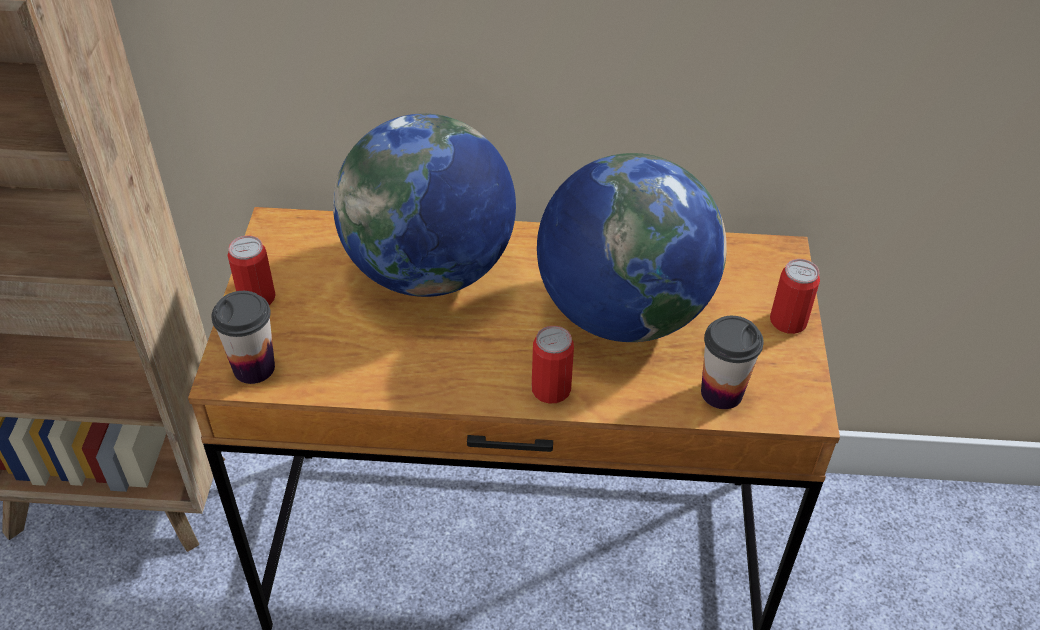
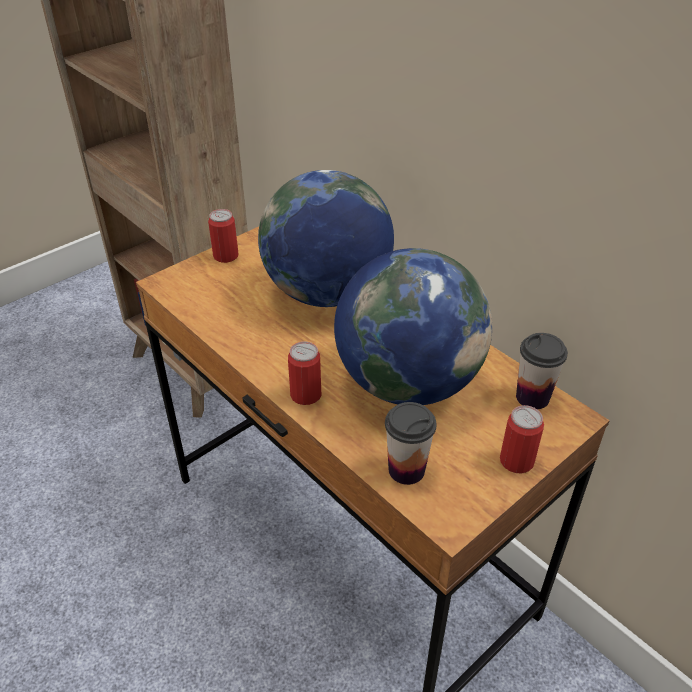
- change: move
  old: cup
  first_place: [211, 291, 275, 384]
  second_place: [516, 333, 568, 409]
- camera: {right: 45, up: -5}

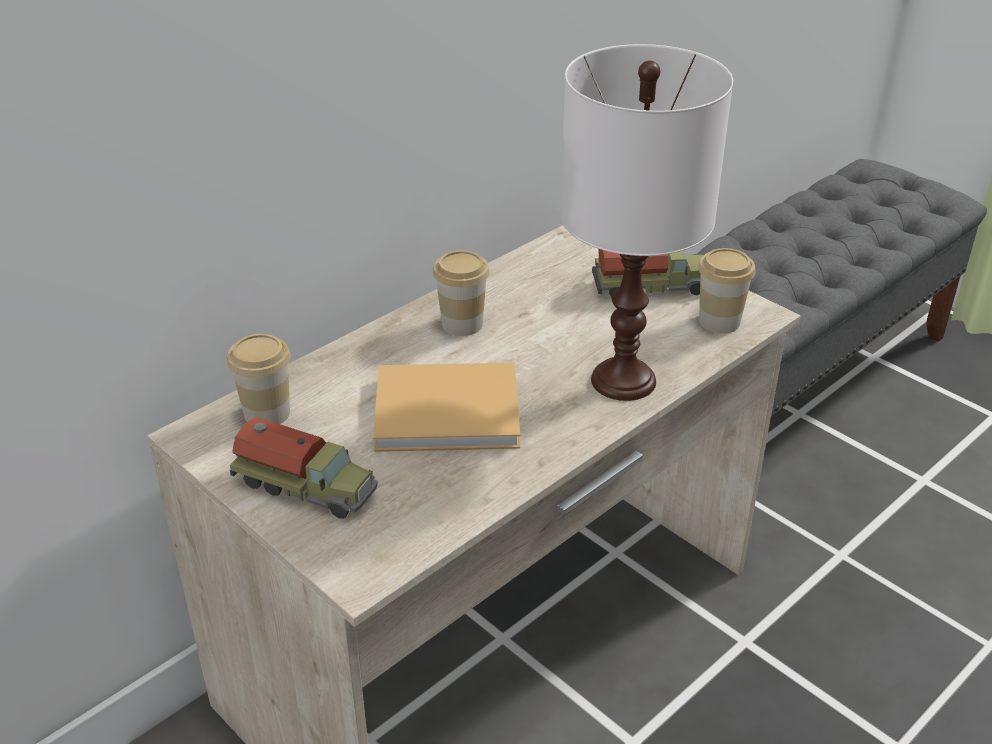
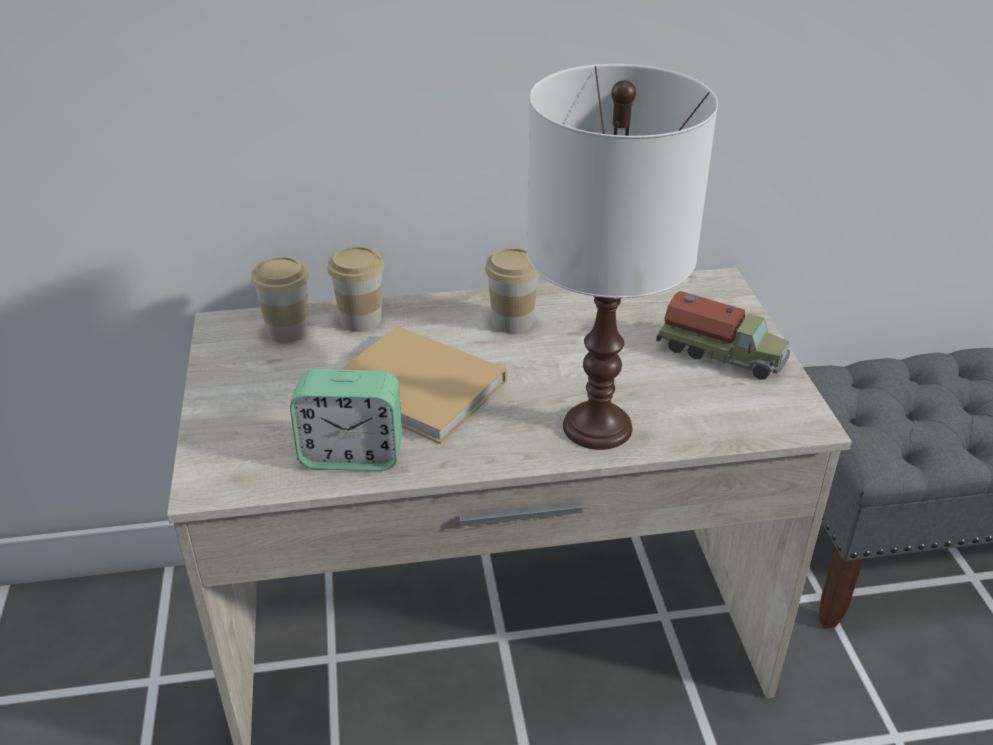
- change: delete
  old: toy truck
  first_place: [230, 417, 378, 518]
- change: move
  old: cup
  first_place: [698, 248, 755, 334]
  second_place: [328, 246, 384, 332]
- change: insert
  new: alarm clock
  second_place: [290, 369, 402, 471]
- camera: {right: 35, up: 0}

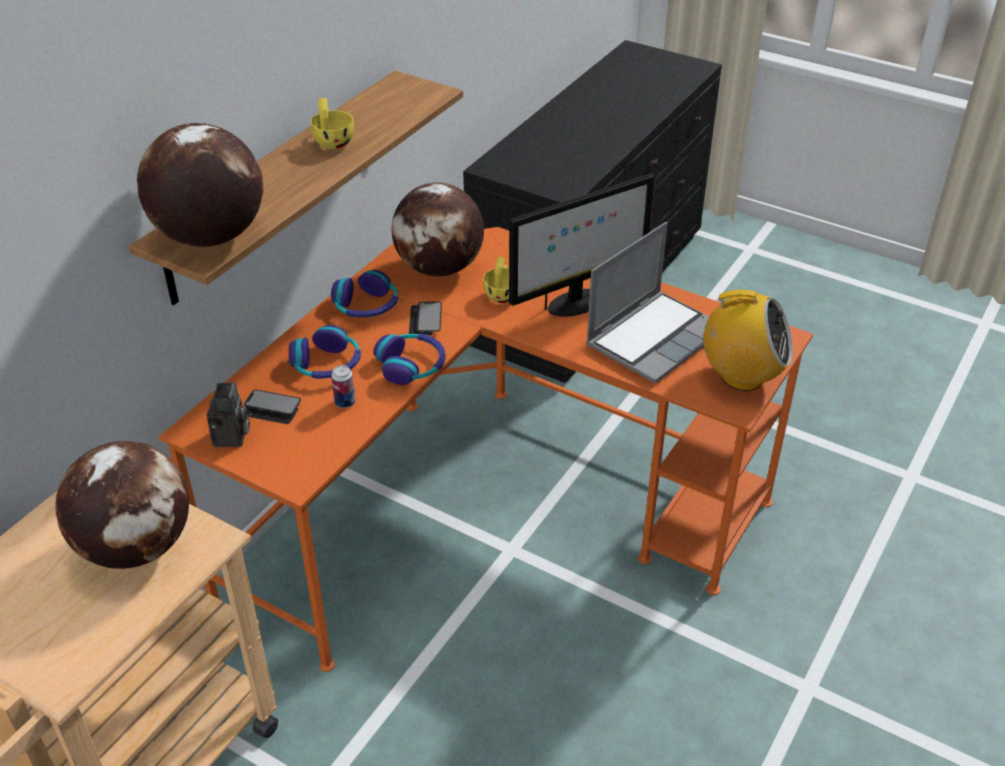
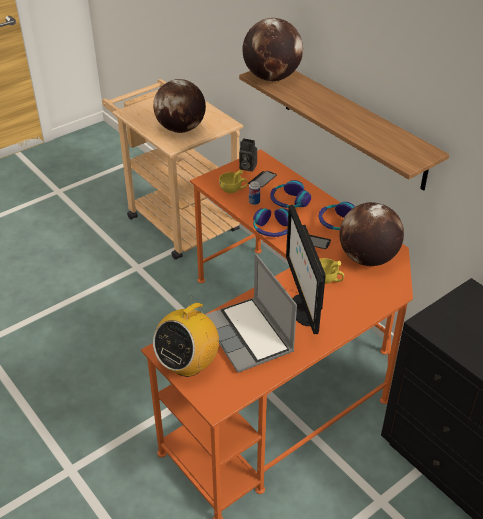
- change: move
  old: yellow cup
  first_place: [311, 98, 354, 149]
  second_place: [219, 170, 248, 193]
- camera: {right: 110, up: 0}

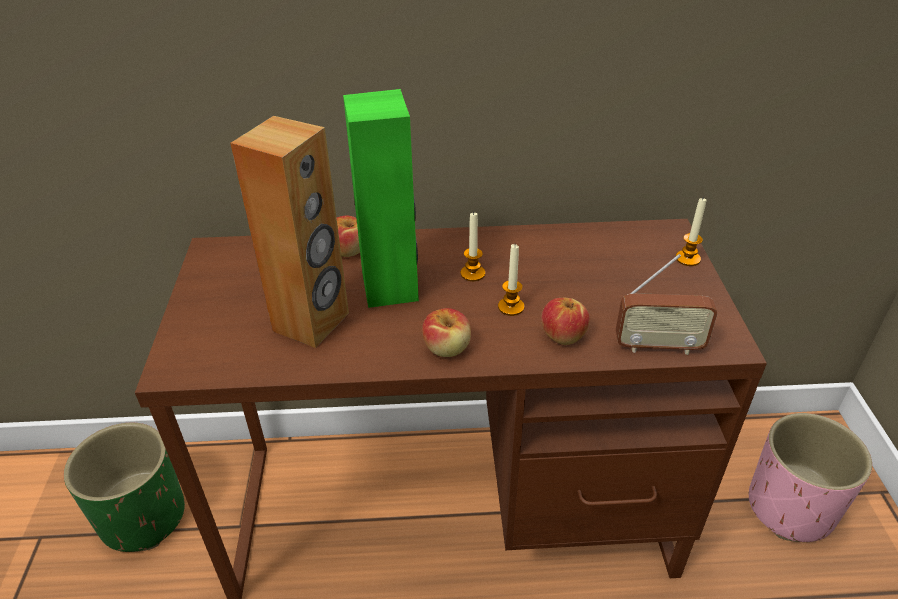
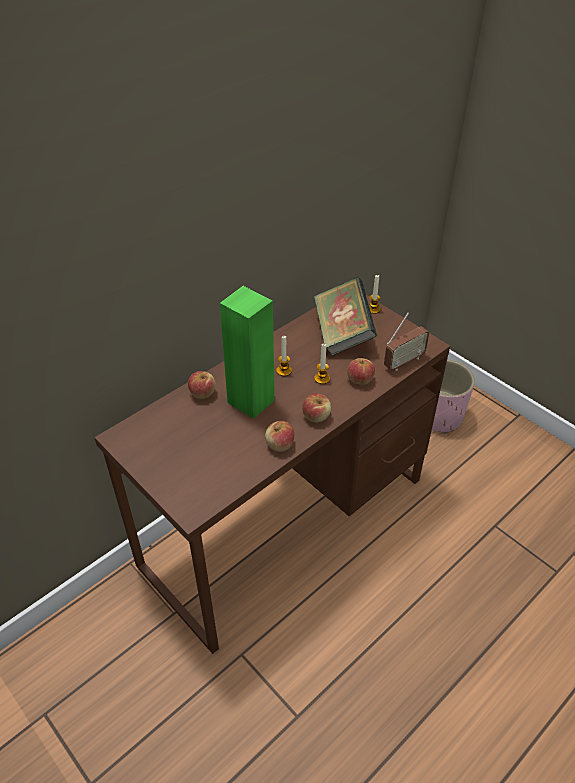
- change: delete
  old: green planter
  first_place: [64, 423, 185, 552]
- change: delete
  old: brown speaker
  first_place: [230, 116, 349, 348]
- change: insert
  new: apple
  second_place: [265, 421, 294, 452]
- change: insert
  new: book
  second_place: [314, 277, 377, 356]
- camera: {right: -40, up: 5}

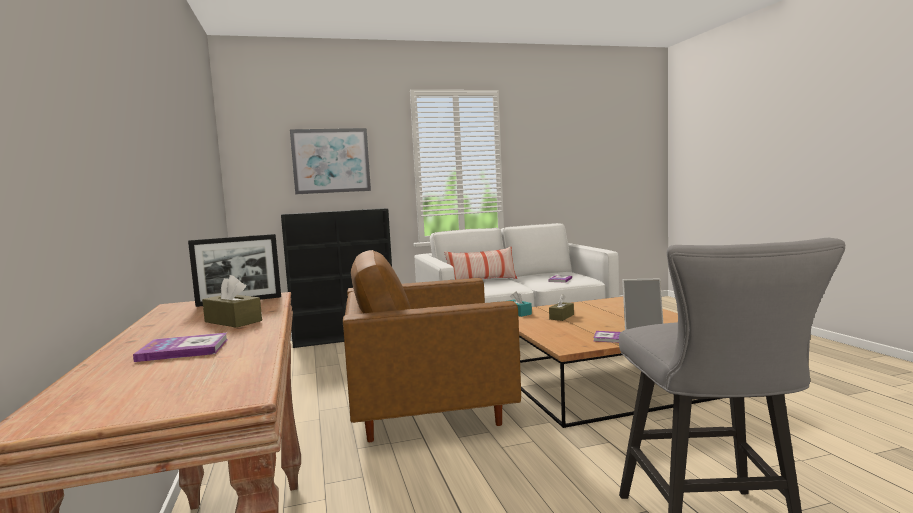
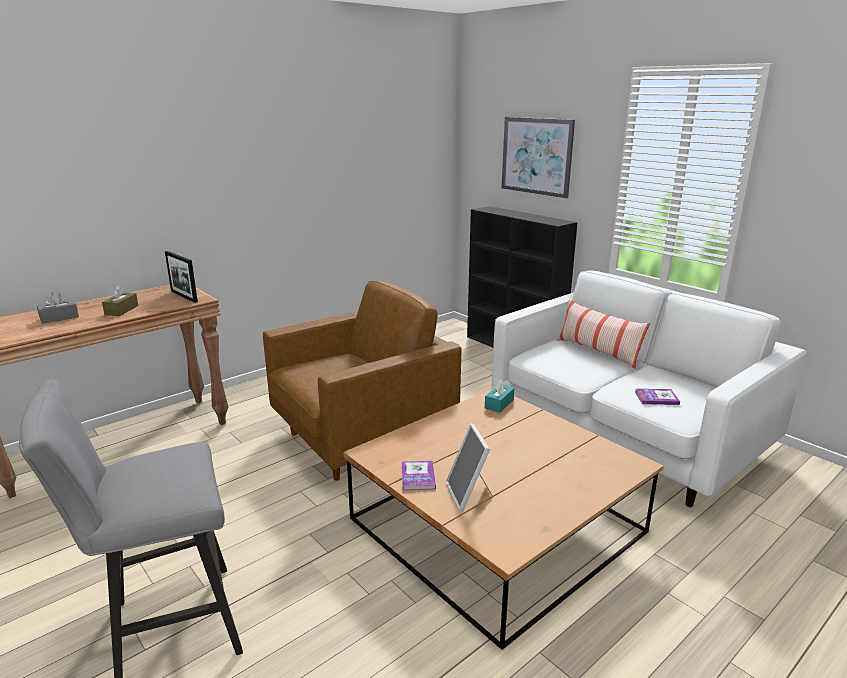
- change: replace
  old: book
  new: grey tissue box
  first_place: [133, 332, 228, 362]
  second_place: [37, 292, 79, 324]
- change: rotate
  old: brown armchair
  first_place: [343, 250, 521, 442]
  second_place: [263, 281, 462, 481]
  degrees: 90
- change: delete
  old: brown tissue box
  first_place: [549, 294, 574, 321]
- camera: {right: 65, up: 15}

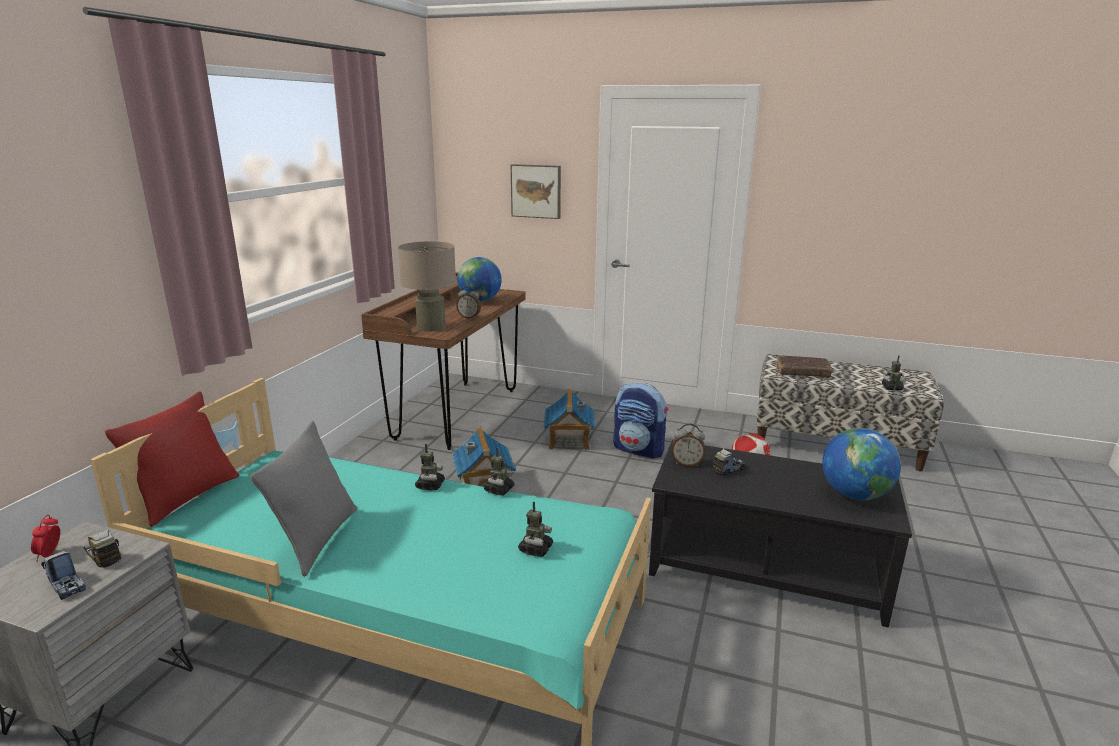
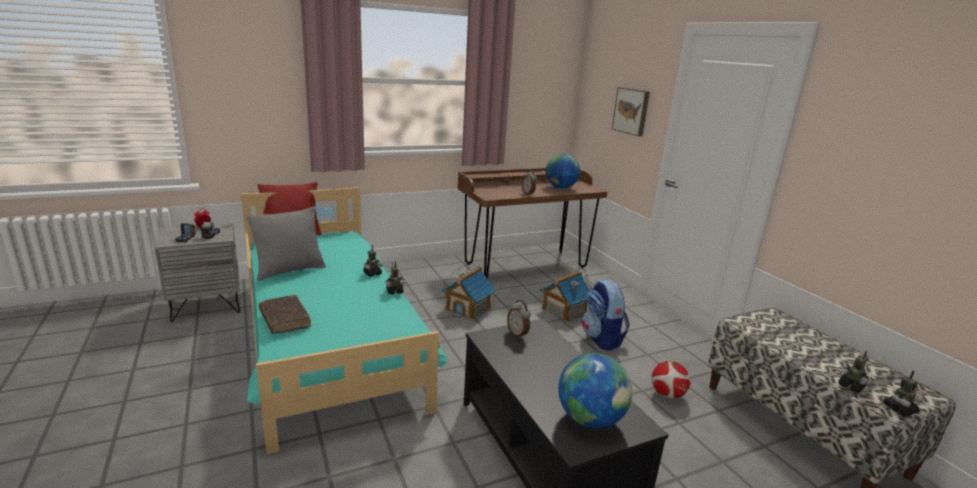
- change: delete
  old: beige table lamp
  first_place: [398, 241, 456, 332]
- change: move
  old: toy robot
  first_place: [518, 502, 553, 557]
  second_place: [883, 371, 923, 417]
- change: delete
  old: toy truck
  first_place: [712, 448, 746, 476]
- change: move
  old: brown book
  first_place: [777, 355, 832, 377]
  second_place: [259, 295, 311, 334]
- camera: {right: 45, up: 0}

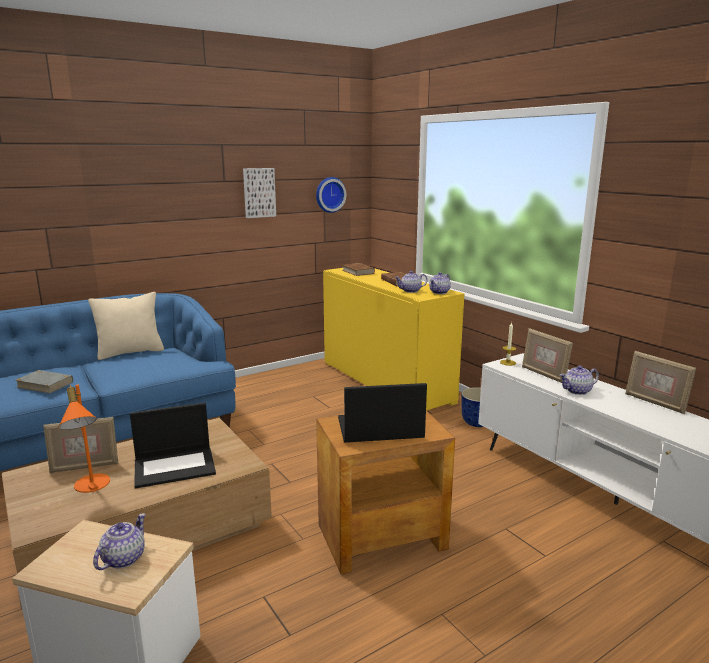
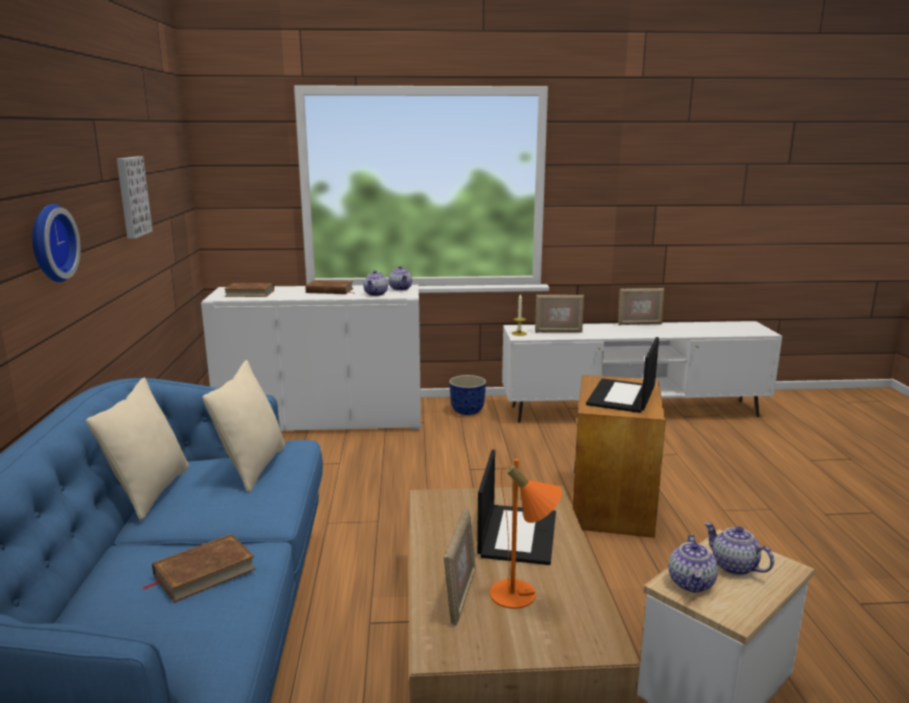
- change: recolor
  old: grey book
  new: brown book
  first_place: [15, 370, 73, 394]
  second_place: [143, 534, 256, 603]
- change: move
  old: wall clock
  first_place: [316, 177, 346, 213]
  second_place: [32, 204, 81, 282]
- change: recolor
  old: yellow cabinet
  new: white cabinet
  first_place: [323, 268, 465, 410]
  second_place: [201, 285, 421, 431]
- change: move
  old: teapot
  first_place: [560, 366, 599, 395]
  second_place: [668, 534, 718, 593]
- change: insert
  new: beige pillow
  second_place: [203, 360, 285, 493]
- camera: {right: -60, up: 0}

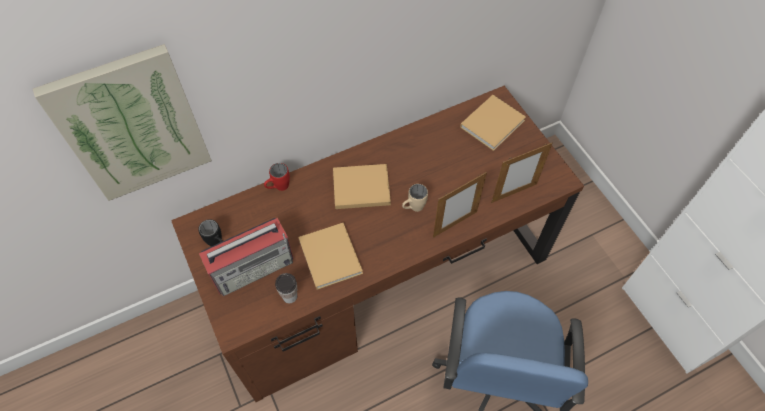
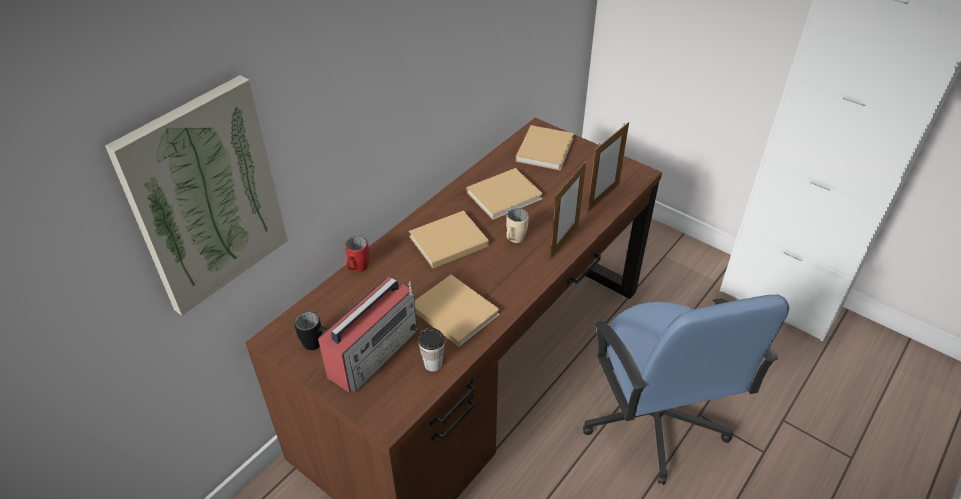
- change: insert
  new: beige book
  second_place: [467, 168, 543, 220]
- camera: {right: -25, up: -15}

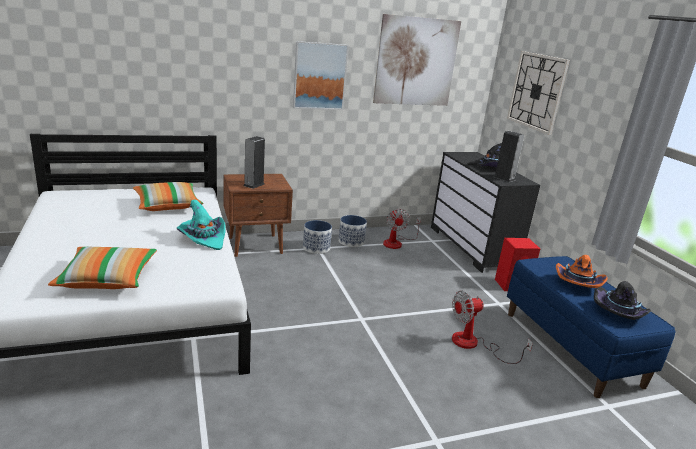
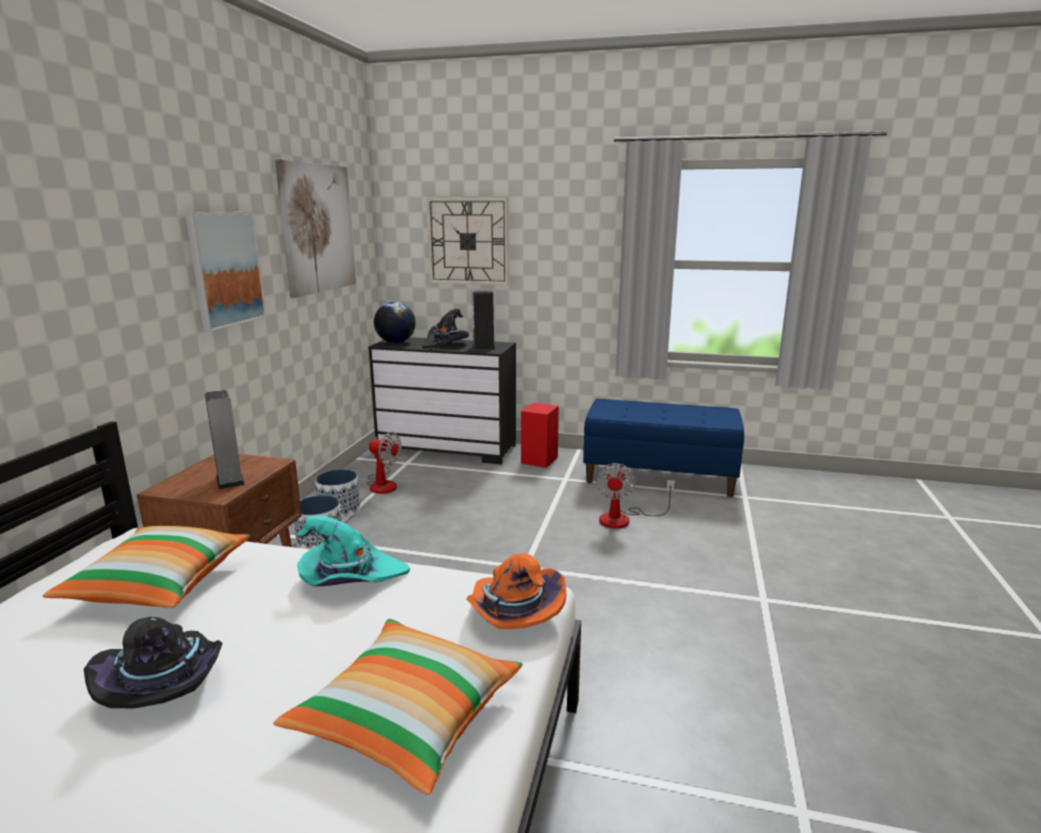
- change: move
  old: orange hat
  first_place: [556, 255, 608, 288]
  second_place: [466, 553, 566, 629]
- change: move
  old: black hat
  first_place: [594, 281, 651, 320]
  second_place: [84, 617, 222, 708]
- change: insert
  new: globe
  second_place: [374, 302, 416, 343]
- camera: {right: -55, up: -5}

